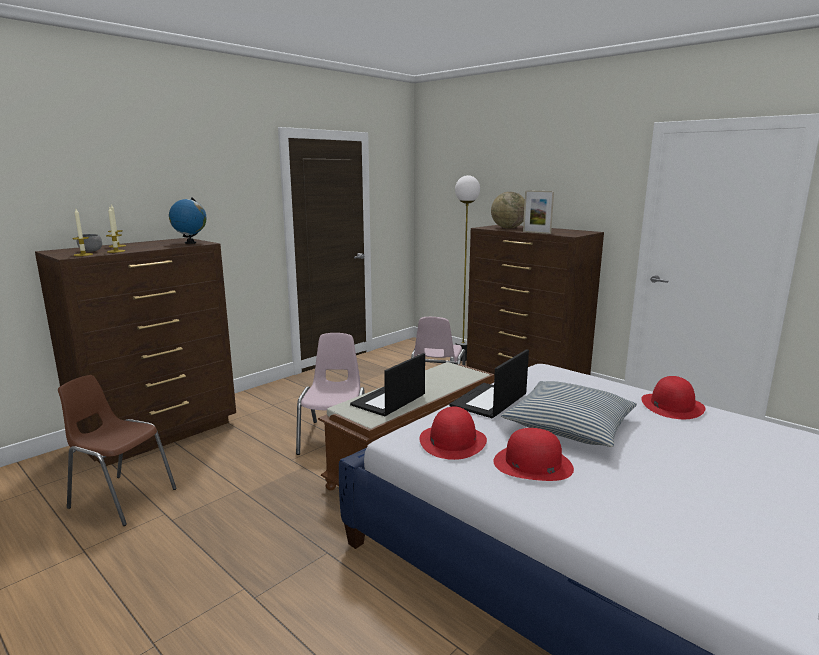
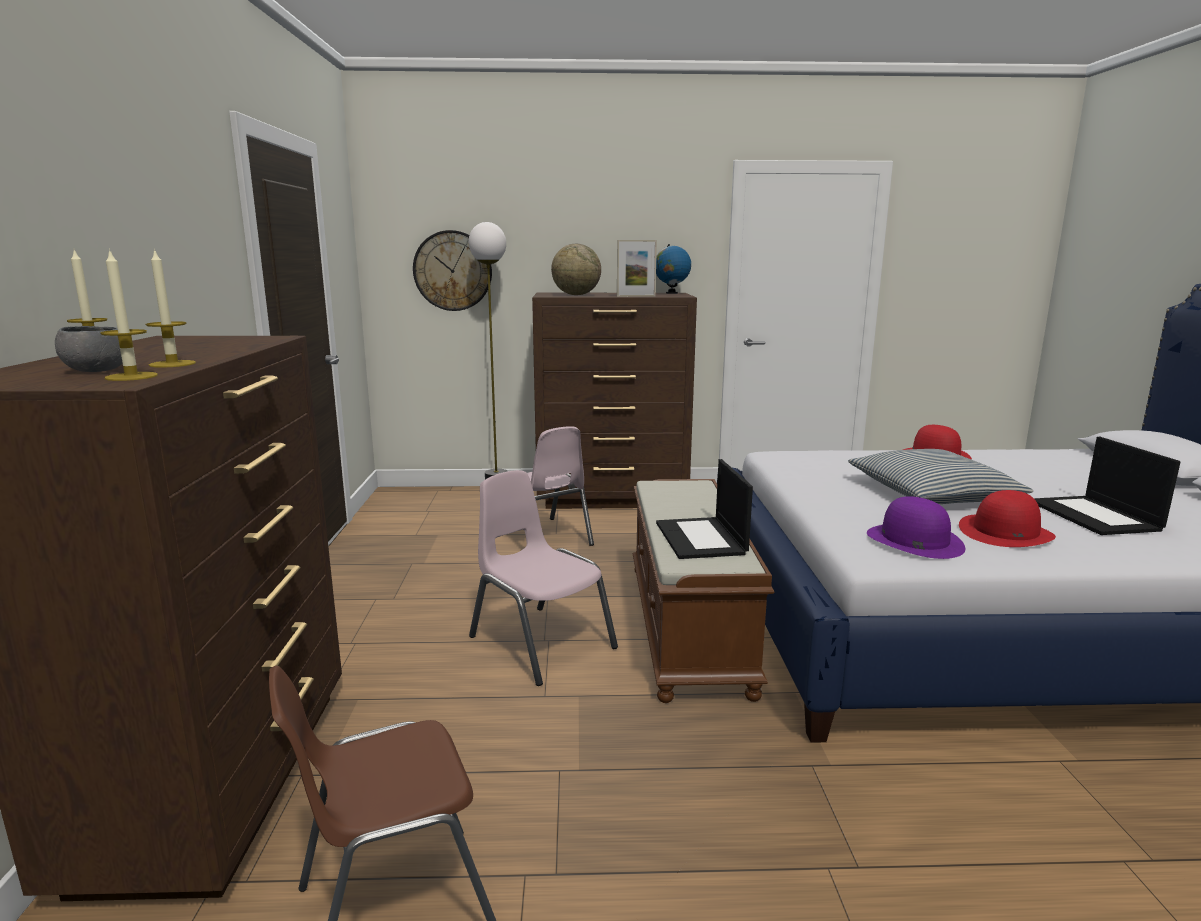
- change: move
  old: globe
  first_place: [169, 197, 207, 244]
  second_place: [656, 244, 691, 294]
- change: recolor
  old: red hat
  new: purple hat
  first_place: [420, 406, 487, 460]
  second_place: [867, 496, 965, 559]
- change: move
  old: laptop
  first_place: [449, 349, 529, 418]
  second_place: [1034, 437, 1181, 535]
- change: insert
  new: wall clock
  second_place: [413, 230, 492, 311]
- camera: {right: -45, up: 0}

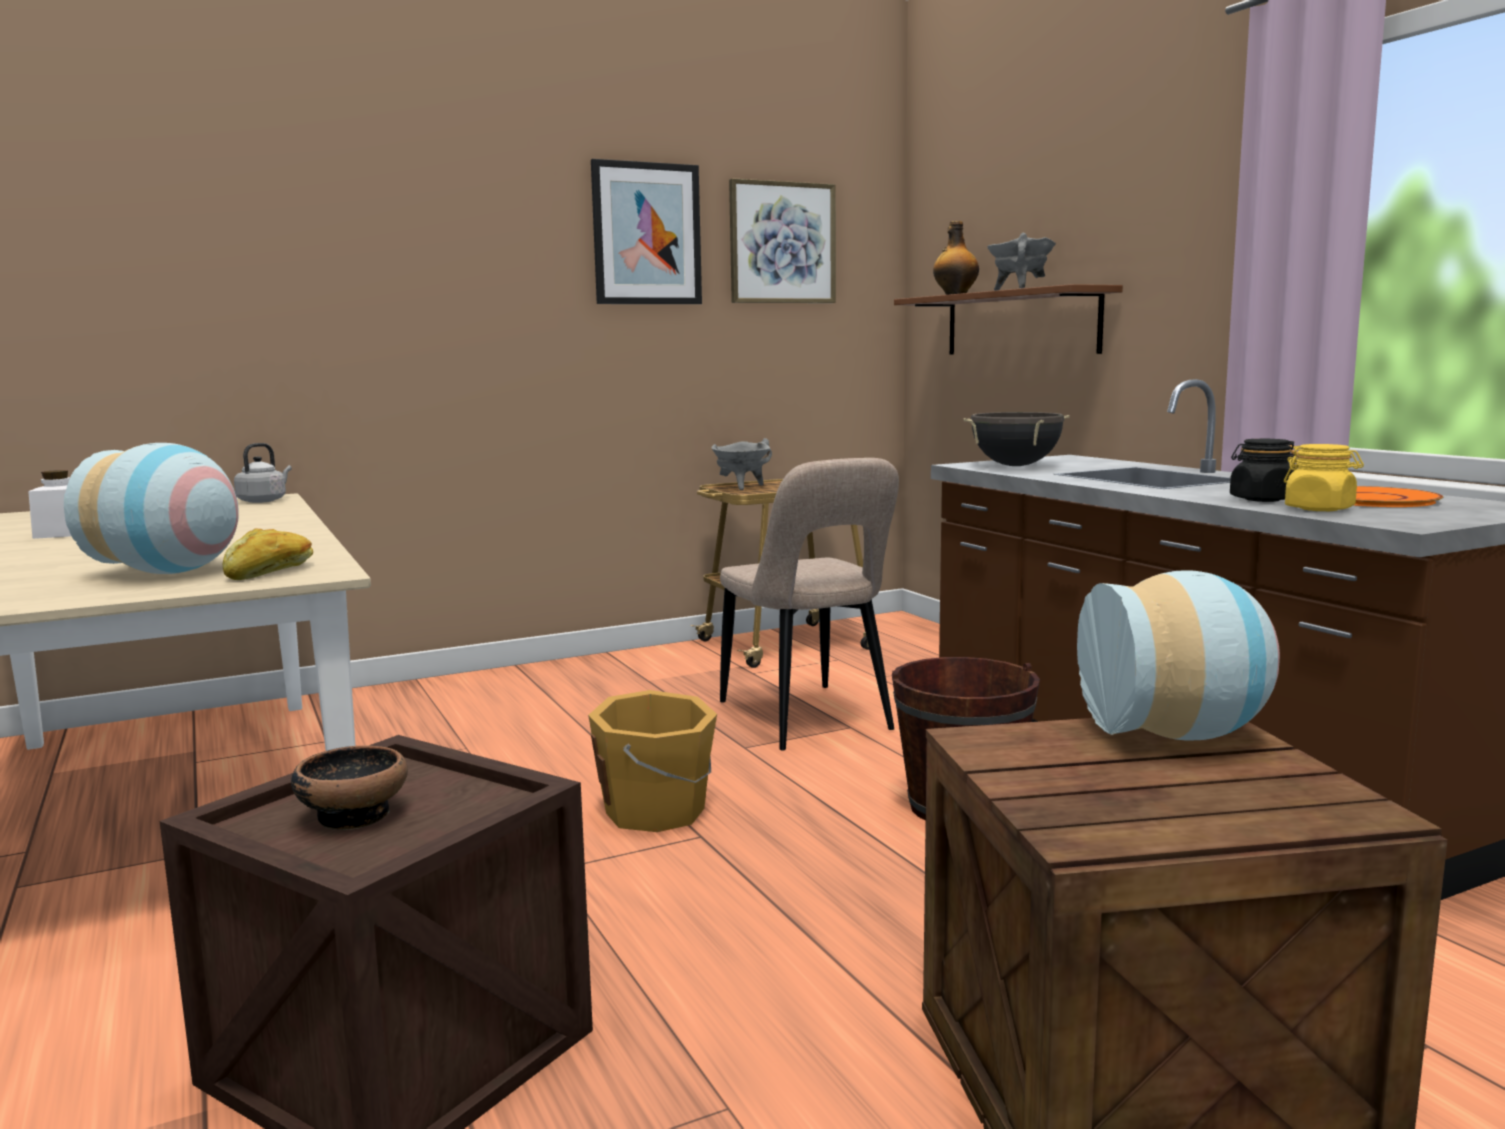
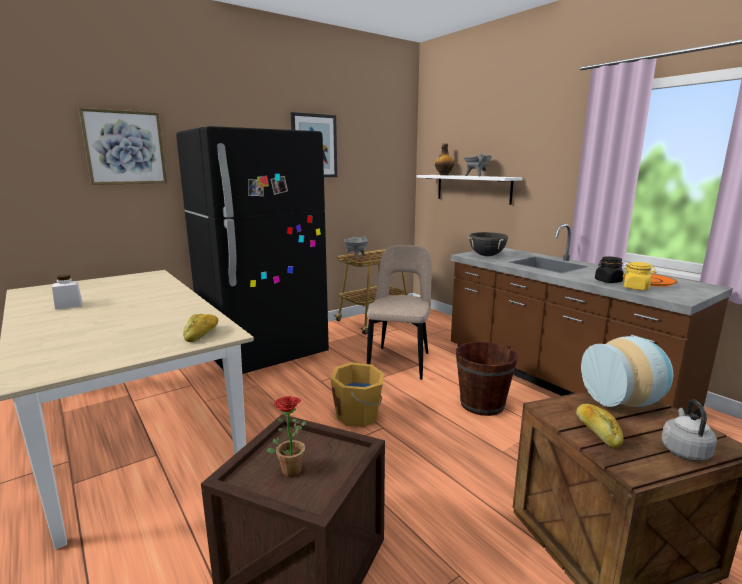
- change: delete
  old: vase
  first_place: [64, 443, 238, 574]
- change: move
  old: grey kettle
  first_place: [234, 443, 292, 503]
  second_place: [661, 399, 717, 461]
- change: replace
  old: bowl
  new: potted plant
  first_place: [291, 746, 408, 830]
  second_place: [267, 396, 307, 477]
- change: rotate
  old: beige chair
  first_place: [720, 458, 899, 750]
  second_place: [367, 245, 432, 380]
  degrees: -135
- change: move
  old: picture
  first_place: [729, 178, 836, 303]
  second_place: [78, 108, 167, 185]
- change: recolor
  old: brown shelf
  new: white shelf
  first_place: [894, 284, 1123, 355]
  second_place: [417, 175, 523, 205]
- change: insert
  new: black fridge
  second_place: [176, 126, 329, 374]
- change: insert
  new: bread
  second_place: [576, 404, 623, 448]
- camera: {right: -10, up: 5}

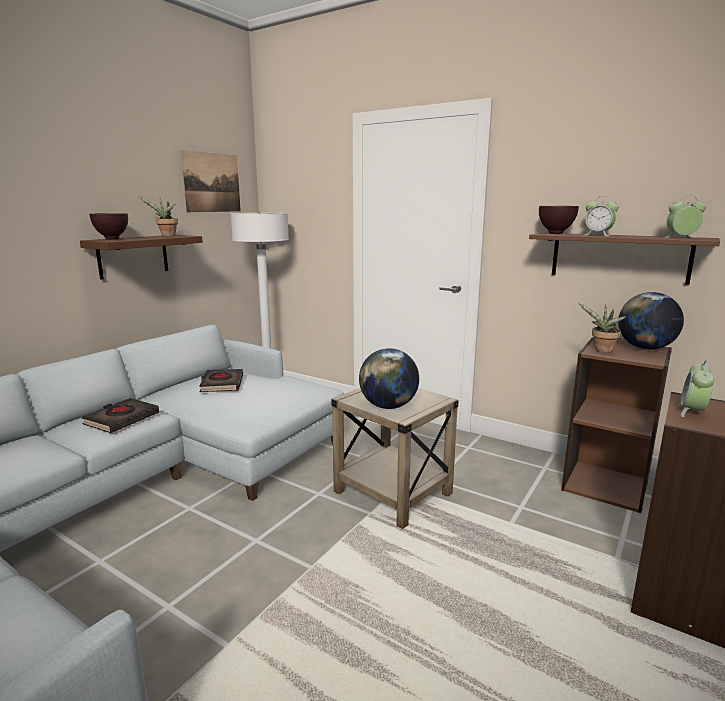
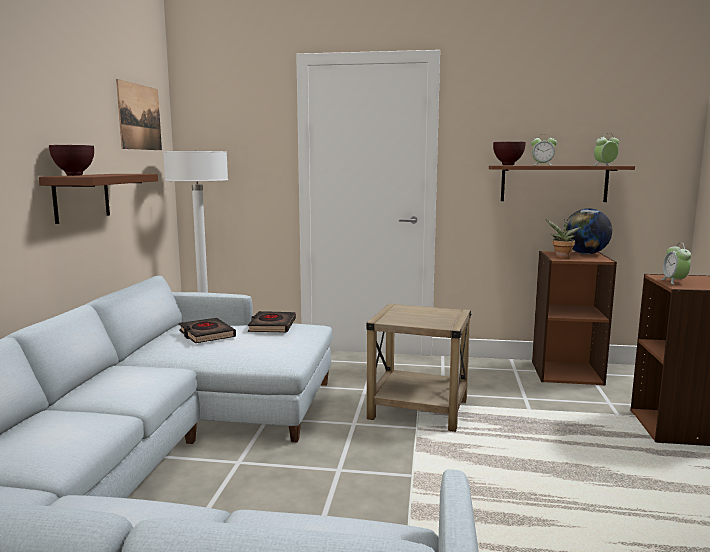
- change: move
  old: black book
  first_place: [82, 398, 159, 433]
  second_place: [248, 311, 296, 333]
- change: delete
  old: potted plant
  first_place: [139, 196, 178, 237]
- change: delete
  old: globe
  first_place: [359, 348, 419, 409]
- camera: {right: -25, up: -5}

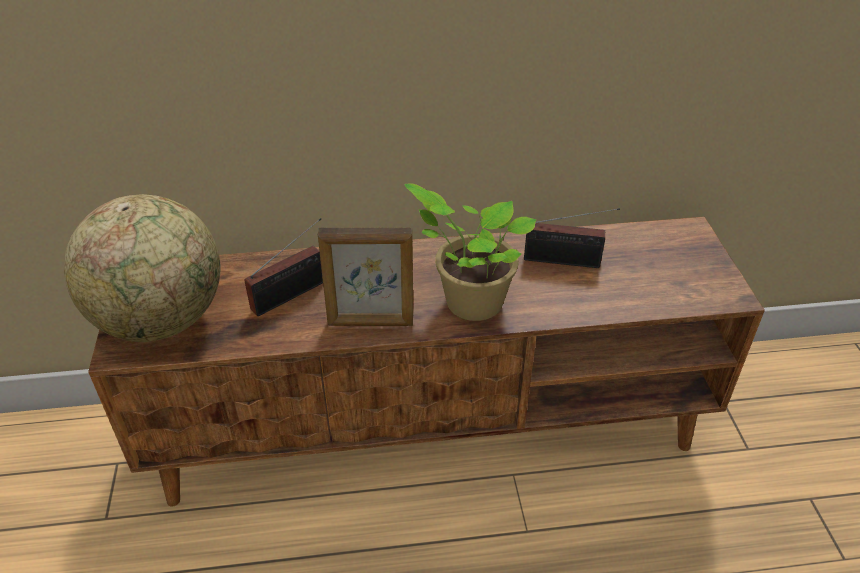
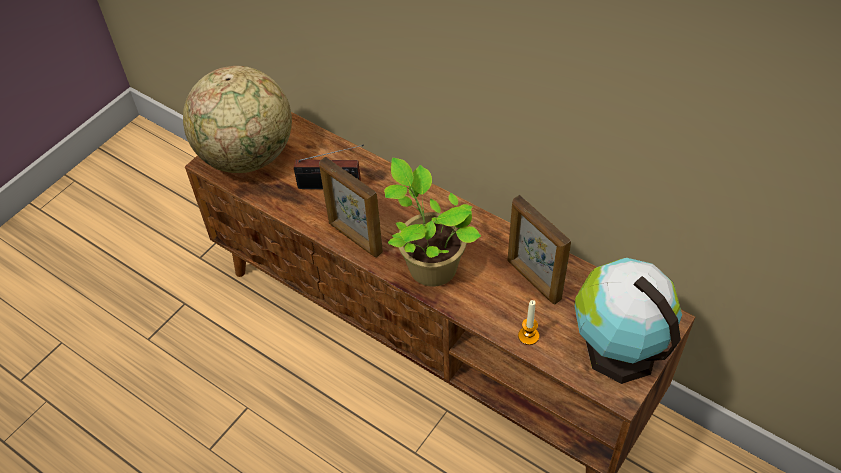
- change: replace
  old: radio
  new: picture frame
  first_place: [524, 208, 620, 268]
  second_place: [508, 195, 571, 304]
- change: insert
  new: candle
  second_place: [518, 300, 539, 345]
- change: insert
  new: globe
  second_place: [574, 258, 682, 384]
- camera: {right: 45, up: 10}

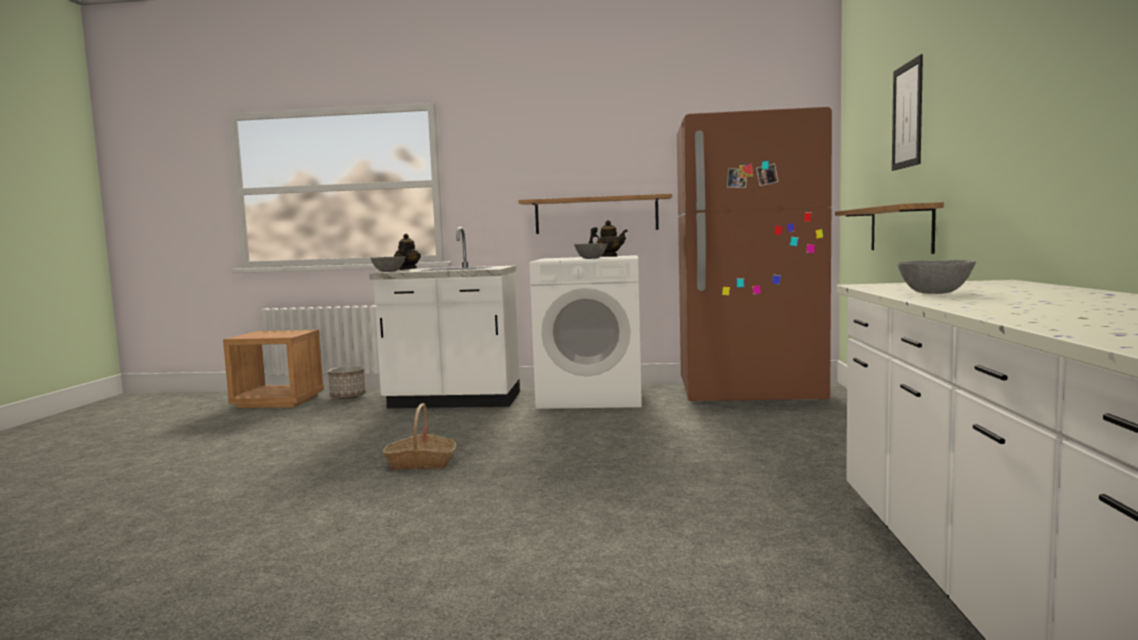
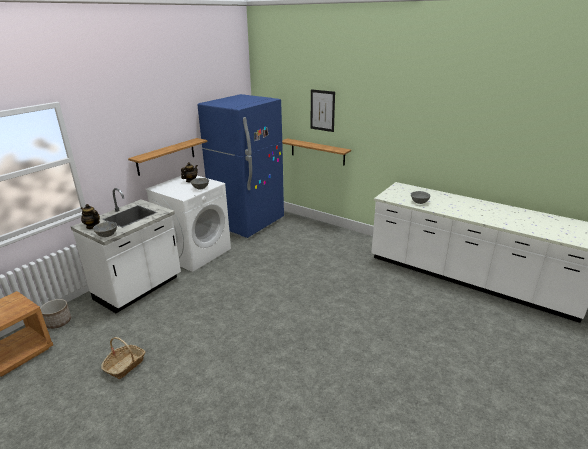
- change: move
  old: basket
  first_place: [383, 403, 457, 470]
  second_place: [101, 337, 145, 379]
- change: recolor
  old: brown fridge
  new: blue fridge
  first_place: [677, 107, 832, 402]
  second_place: [198, 94, 284, 238]
- camera: {right: -60, up: 20}

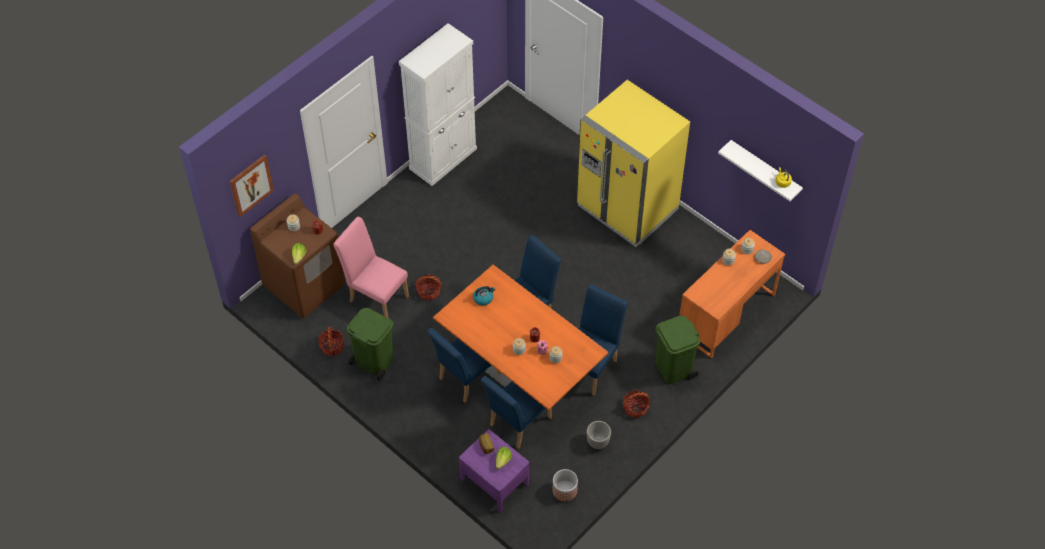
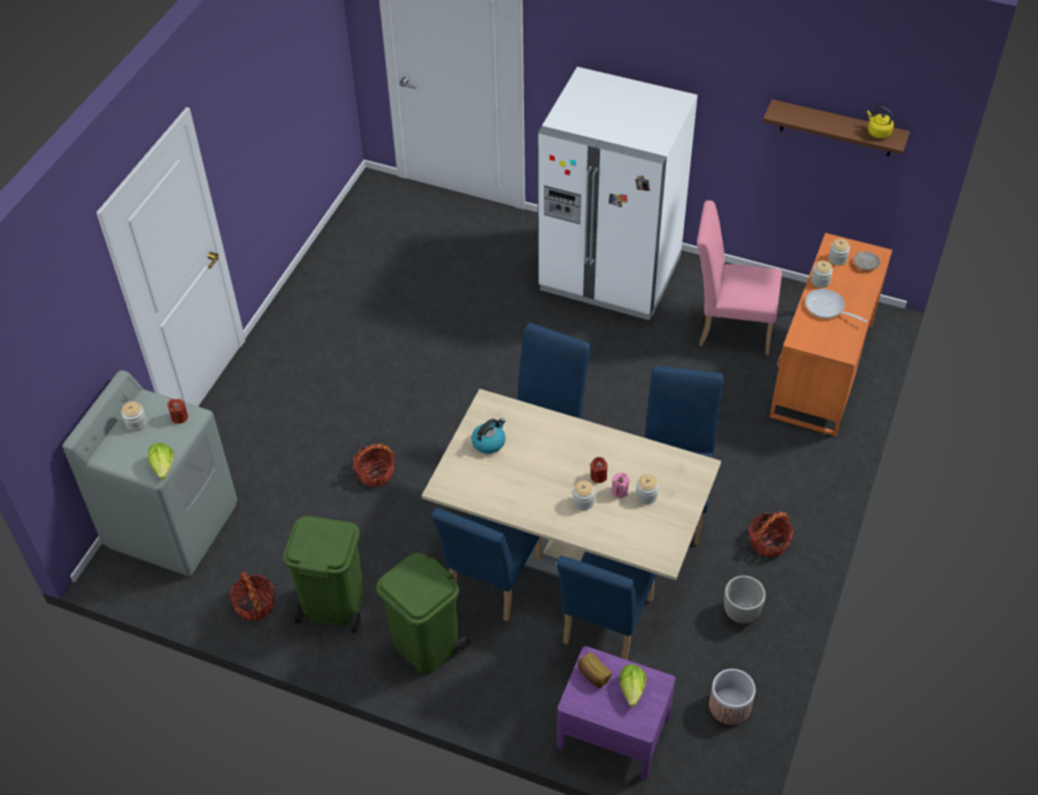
- change: delete
  old: picture
  first_place: [230, 154, 274, 217]
- change: recolor
  old: brown washing machine
  new: grey washing machine
  first_place: [250, 193, 345, 318]
  second_place: [63, 370, 237, 576]
- change: move
  old: pink chair
  first_place: [333, 217, 409, 318]
  second_place: [697, 200, 782, 356]
- change: delete
  old: white cabinet
  first_place: [399, 23, 477, 186]
- change: recolor
  old: orange dining table
  new: beige dining table
  first_place: [433, 265, 608, 410]
  second_place: [422, 389, 721, 580]
- change: recolor
  old: yellow fridge
  new: white fridge
  first_place: [577, 80, 690, 247]
  second_place: [537, 67, 698, 320]
- change: move
  old: green trash can
  first_place: [655, 316, 700, 384]
  second_place: [376, 553, 470, 674]
- change: recolor
  old: white shelf
  new: brown shelf
  first_place: [718, 140, 803, 201]
  second_place: [763, 99, 910, 156]
- change: insert
  new: frying pan
  second_place: [805, 289, 867, 322]
- camera: {right: -20, up: -5}

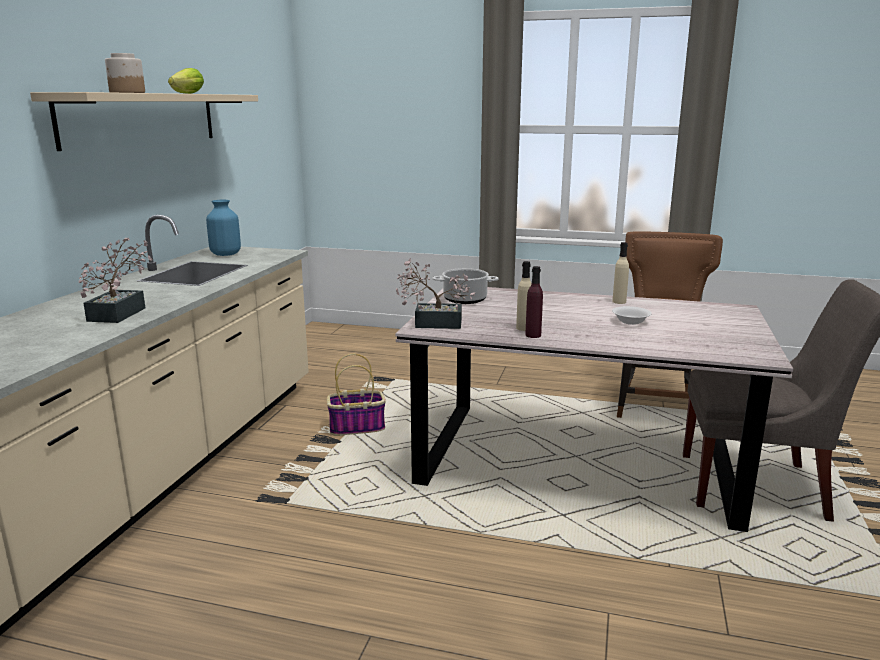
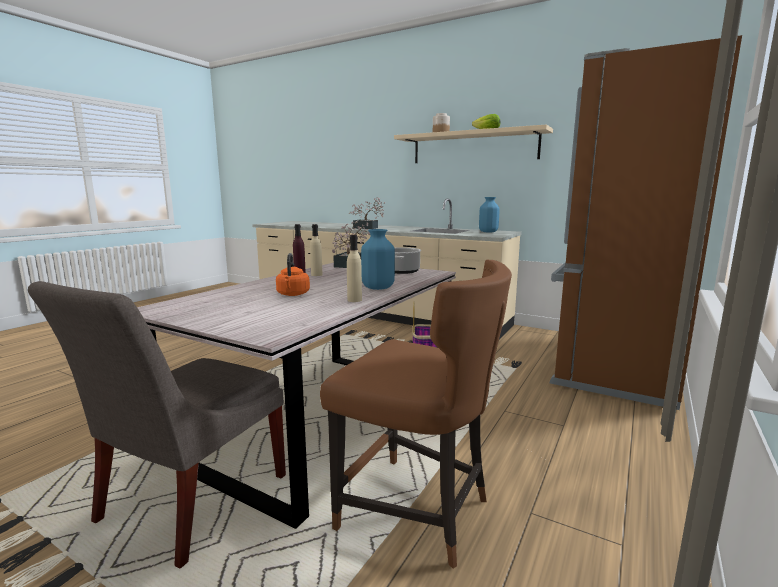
- change: replace
  old: white bowl
  new: orange kettle
  first_place: [612, 306, 652, 325]
  second_place: [276, 253, 310, 296]
- change: insert
  new: blue vase
  second_place: [361, 229, 395, 290]
- change: insert
  new: brown fridge
  second_place: [550, 35, 742, 410]
- camera: {right: 105, up: -5}

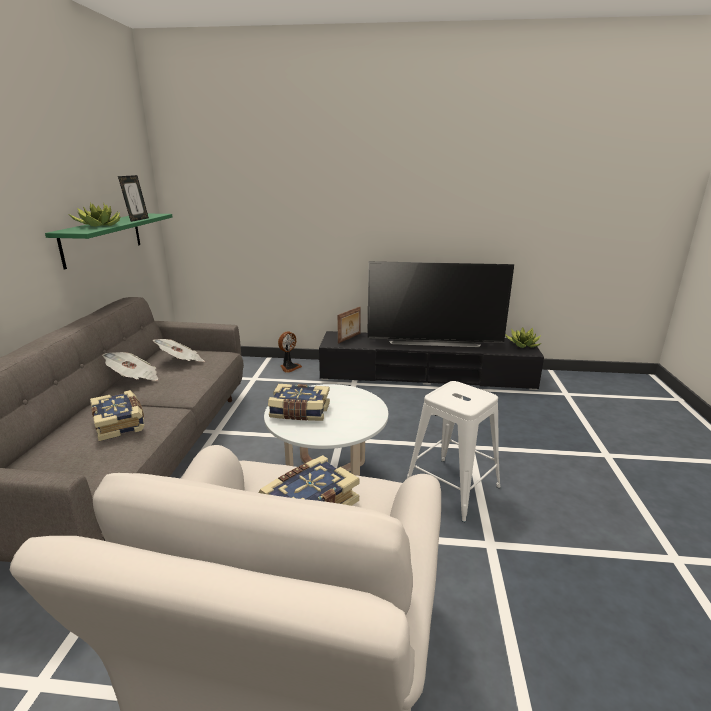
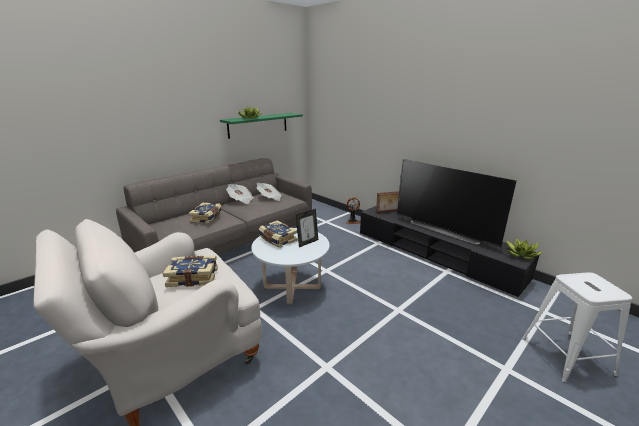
- change: move
  old: picture frame
  first_place: [118, 175, 149, 222]
  second_place: [296, 209, 318, 247]
- change: move
  old: white stool
  first_place: [407, 381, 501, 522]
  second_place: [523, 273, 632, 383]
- camera: {right: 40, up: 0}

